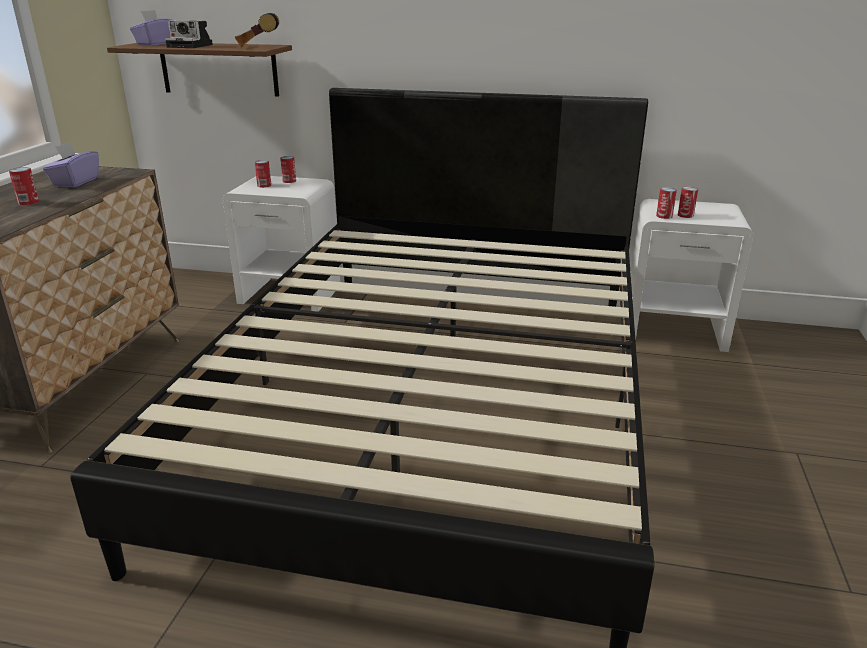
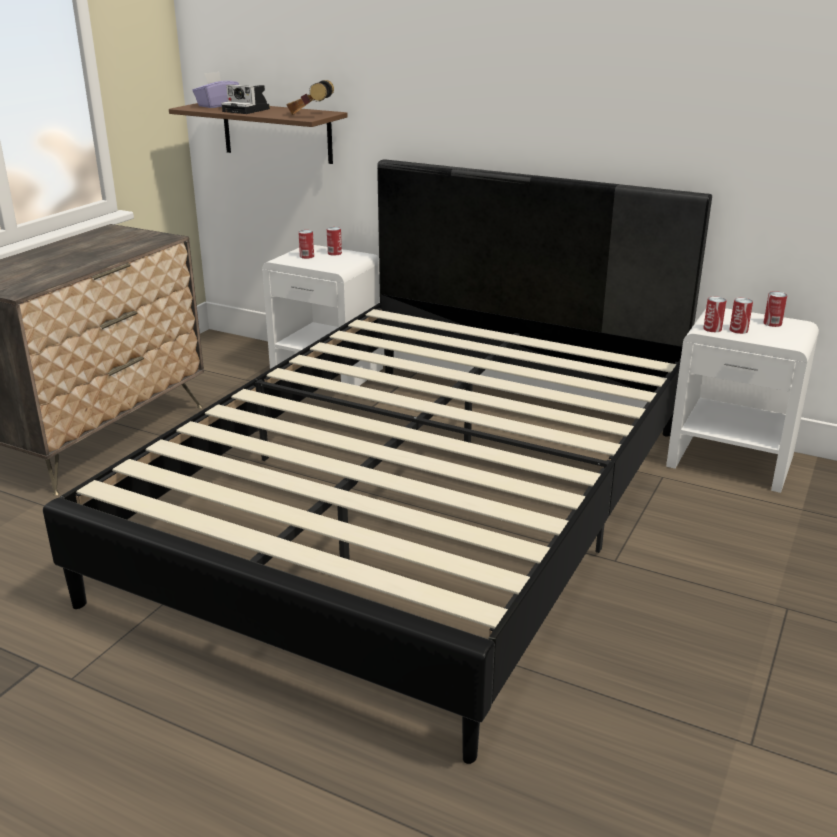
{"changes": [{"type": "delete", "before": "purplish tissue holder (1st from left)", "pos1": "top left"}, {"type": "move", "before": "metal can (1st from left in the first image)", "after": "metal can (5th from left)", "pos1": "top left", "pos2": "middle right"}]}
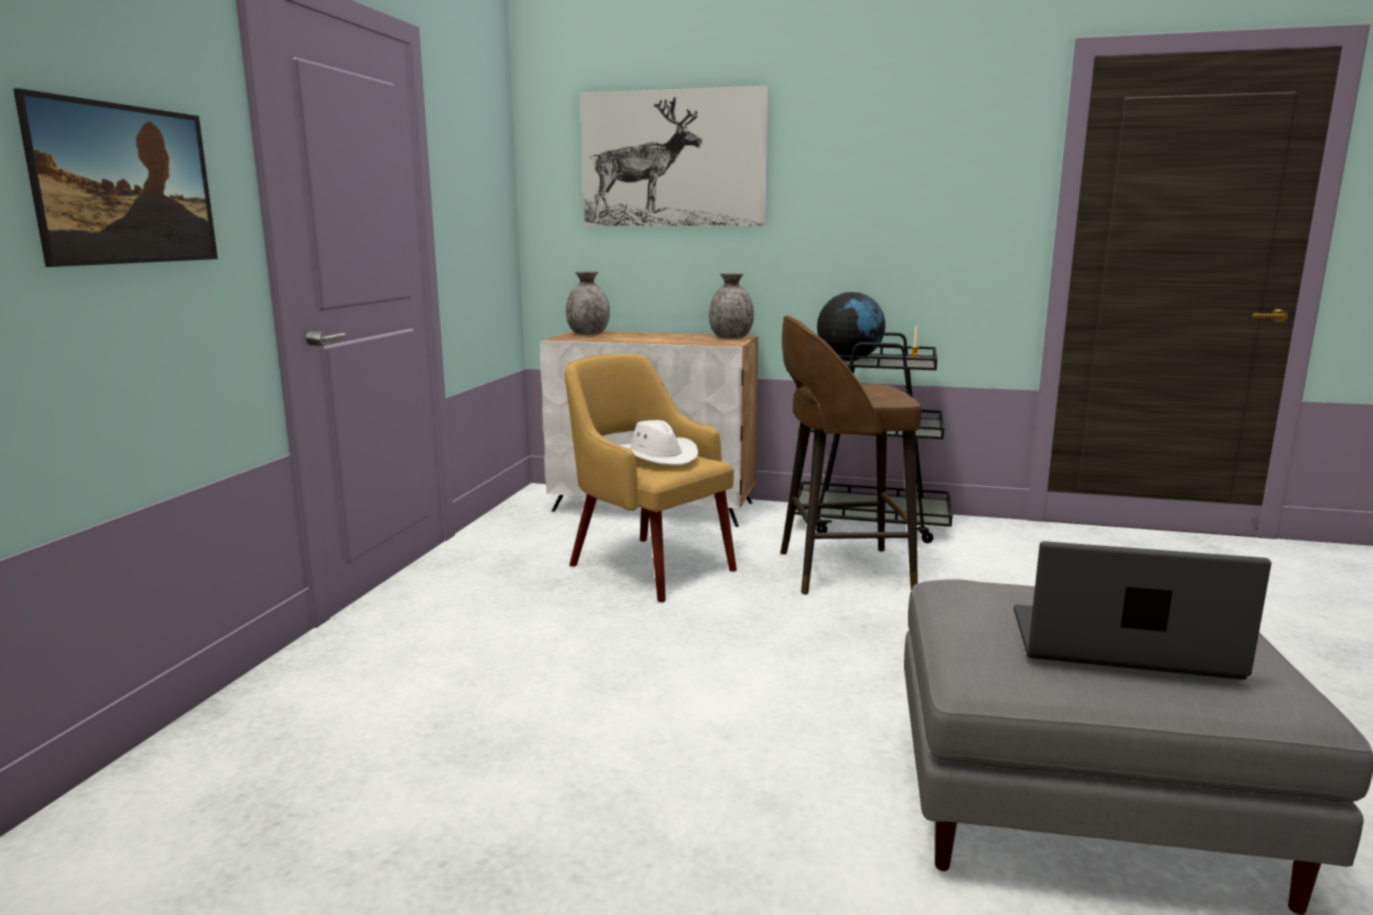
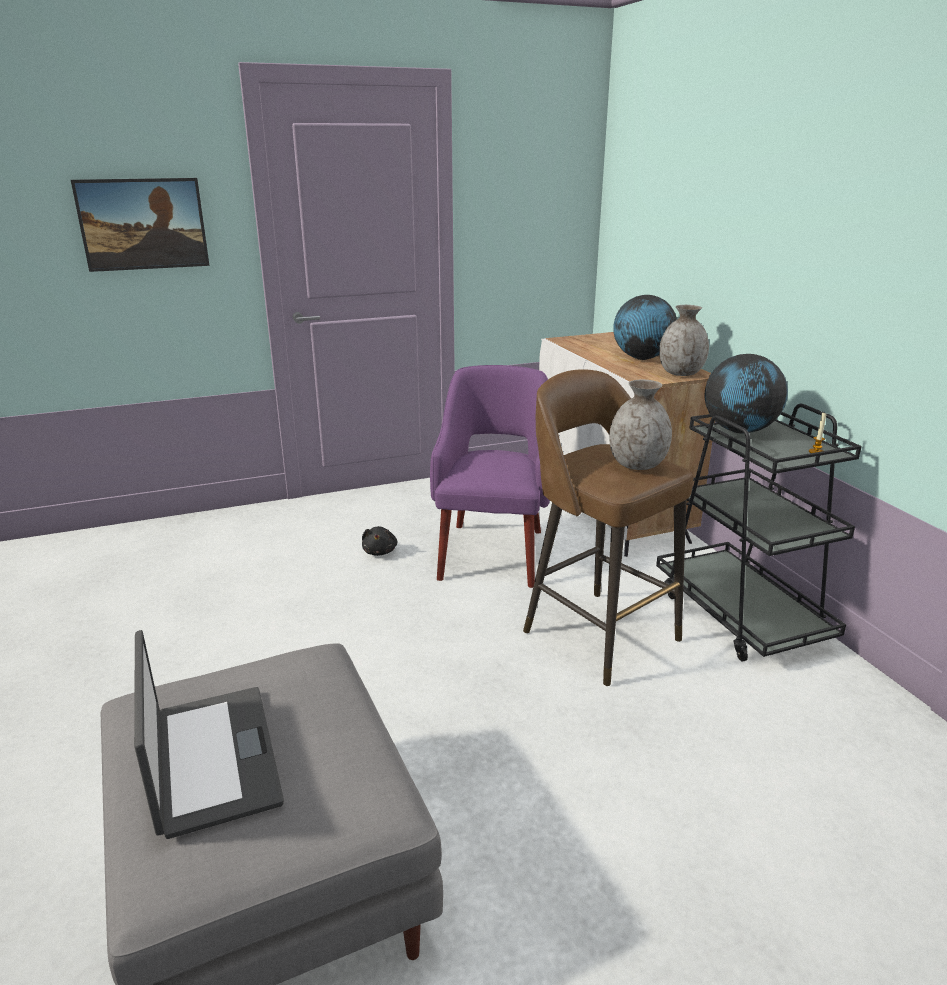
{"changes": [{"type": "delete", "before": "wall art (2nd from left)", "pos1": "top centre"}, {"type": "delete", "before": "white-coloured hat", "pos1": "centre"}, {"type": "insert", "after": "black-coloured cuddly toy", "pos2": "centre"}, {"type": "insert", "after": "world globe (1st from left)", "pos2": "top right"}, {"type": "move", "before": "grey decorative vase (1st from left)", "pos1": "top centre", "pos2": "middle right"}, {"type": "recolor", "before": "yellow-coloured armchair", "after": "purplish armchair", "pos1": "centre", "pos2": "centre"}]}
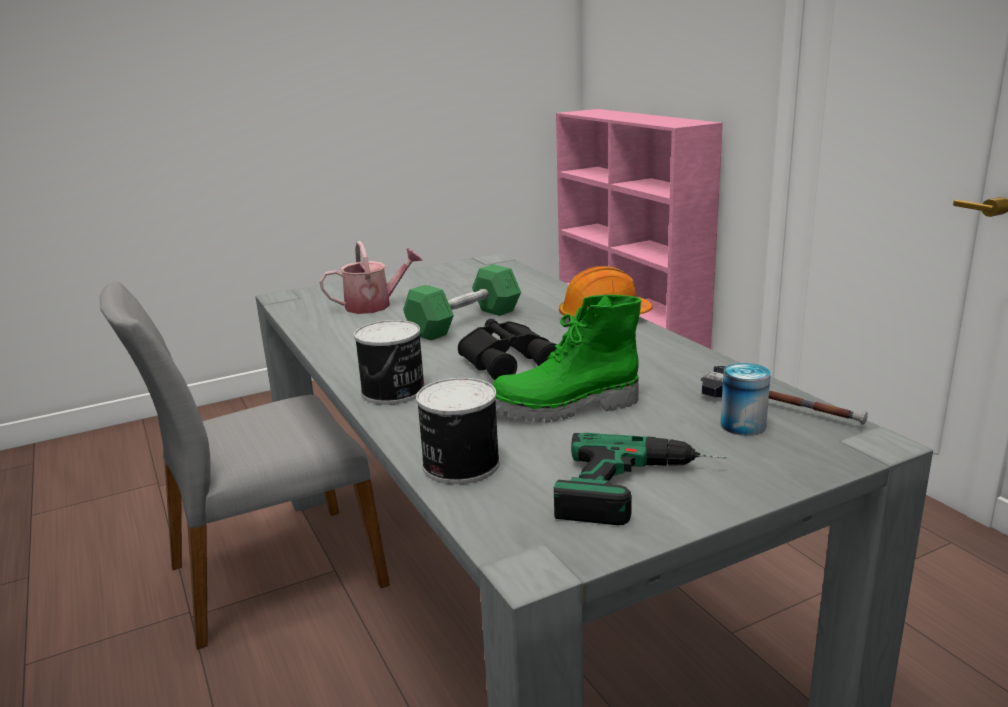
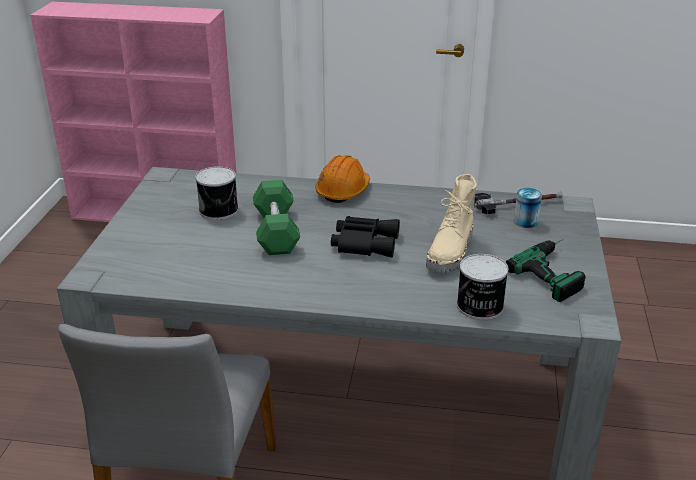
{"changes": [{"type": "delete", "before": "watering can", "pos1": "centre"}, {"type": "move", "before": "metal can (1st from left)", "pos1": "centre", "pos2": "middle left"}, {"type": "recolor", "before": "green tall boot", "after": "beige tall boot", "pos1": "centre", "pos2": "centre"}]}
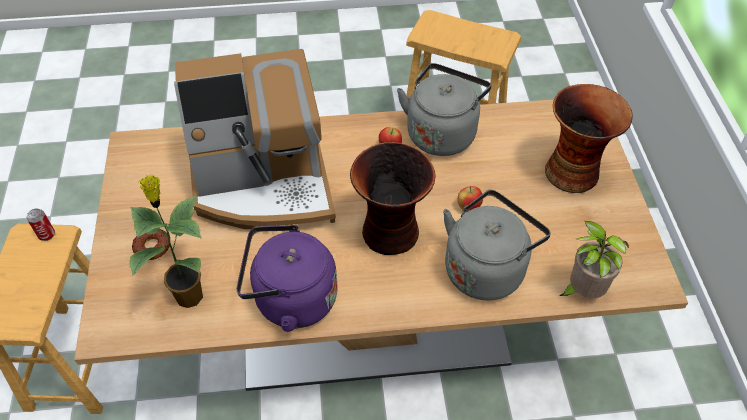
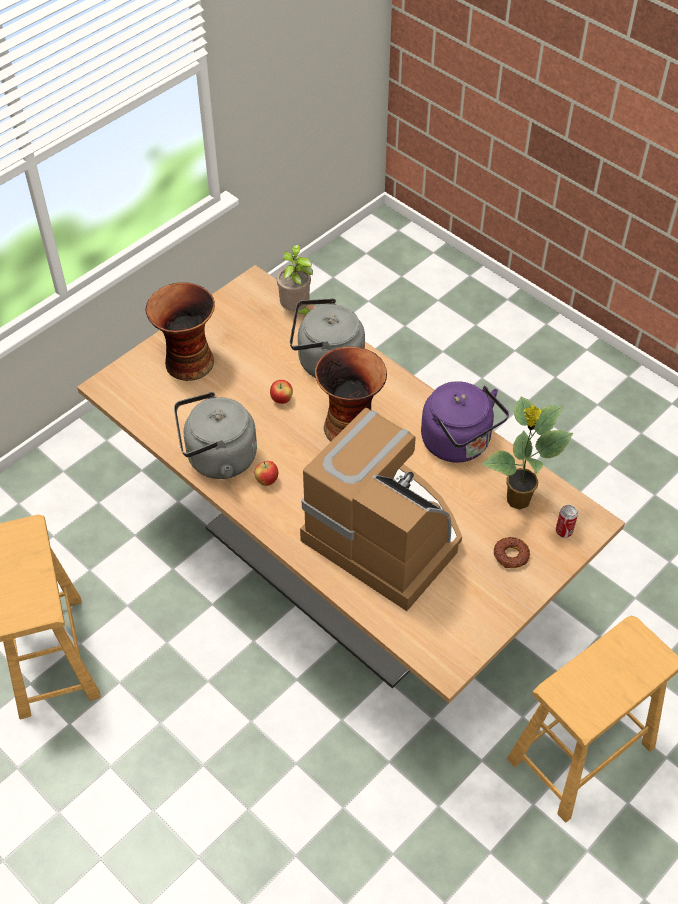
{"changes": [{"type": "move", "before": "metal can", "pos1": "middle left", "pos2": "middle right"}]}
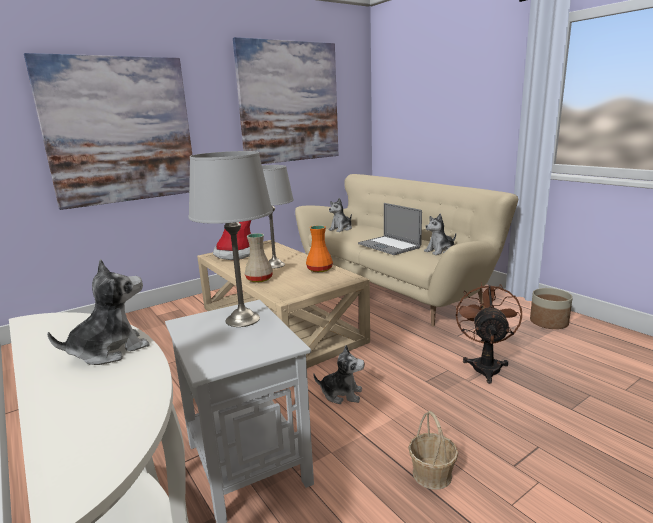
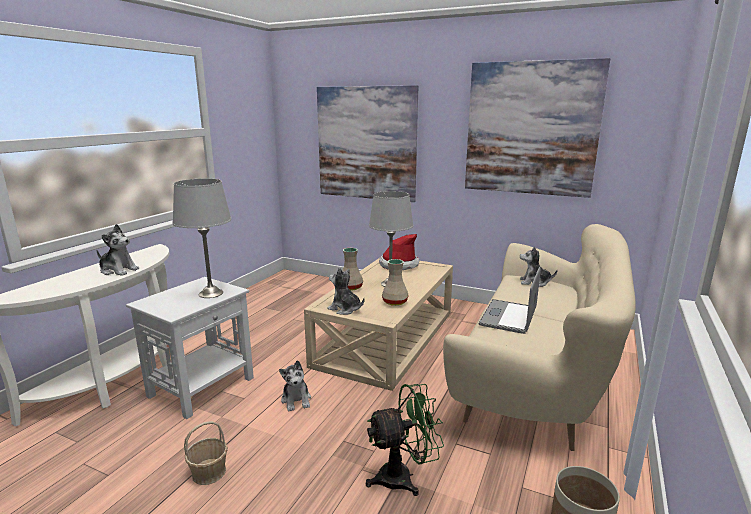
{"changes": [{"type": "move", "before": "cuddly toy (4th from left in the first image)", "after": "cuddly toy (3rd from left)", "pos1": "middle right", "pos2": "centre"}, {"type": "recolor", "before": "orange-coloured decorative vase", "after": "beige decorative vase (2nd from left)", "pos1": "centre", "pos2": "centre"}, {"type": "recolor", "before": "brown electric fan", "after": "green electric fan", "pos1": "middle right", "pos2": "bottom centre"}]}
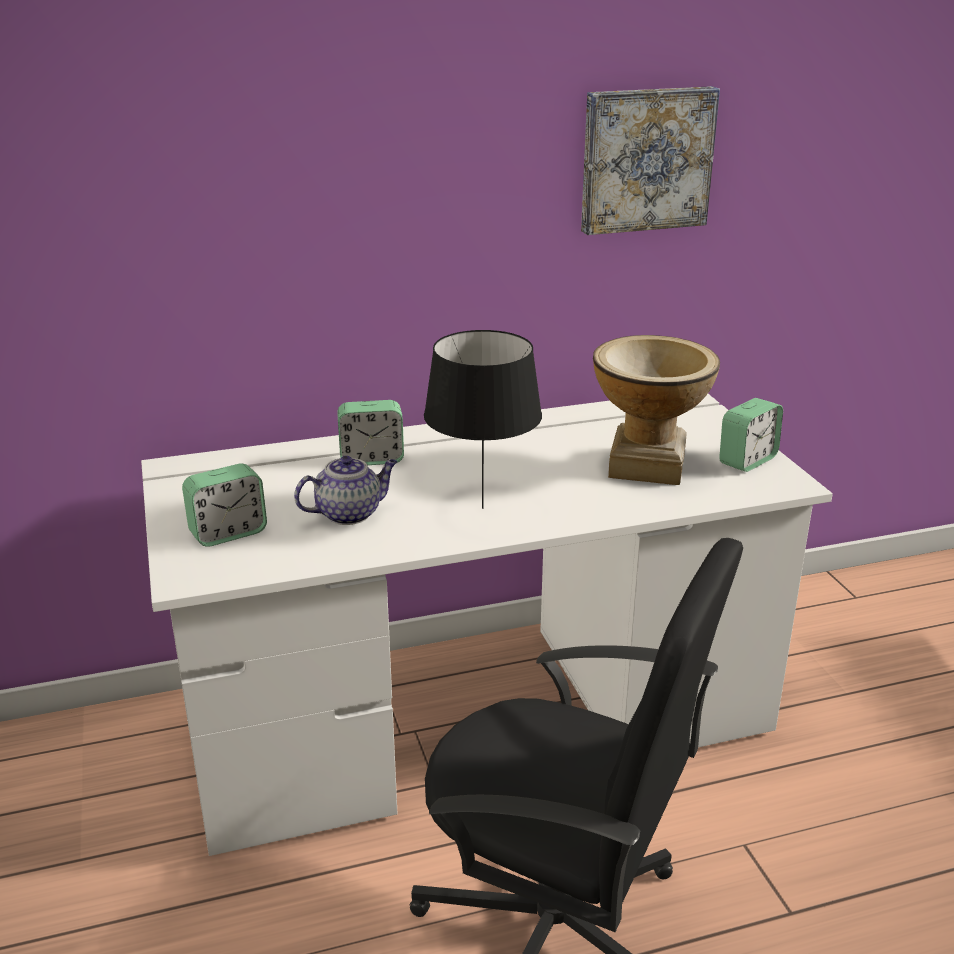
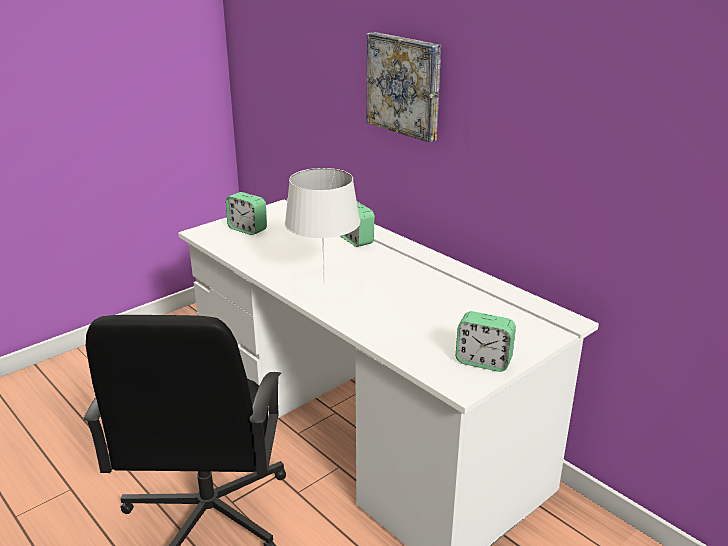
{"changes": [{"type": "delete", "before": "pot for tea", "pos1": "centre"}, {"type": "delete", "before": "decorative vase", "pos1": "middle right"}, {"type": "move", "before": "wall art", "pos1": "top right", "pos2": "top centre"}, {"type": "recolor", "before": "black-coloured tabletop lamp", "after": "white-coloured tabletop lamp", "pos1": "centre", "pos2": "centre"}]}
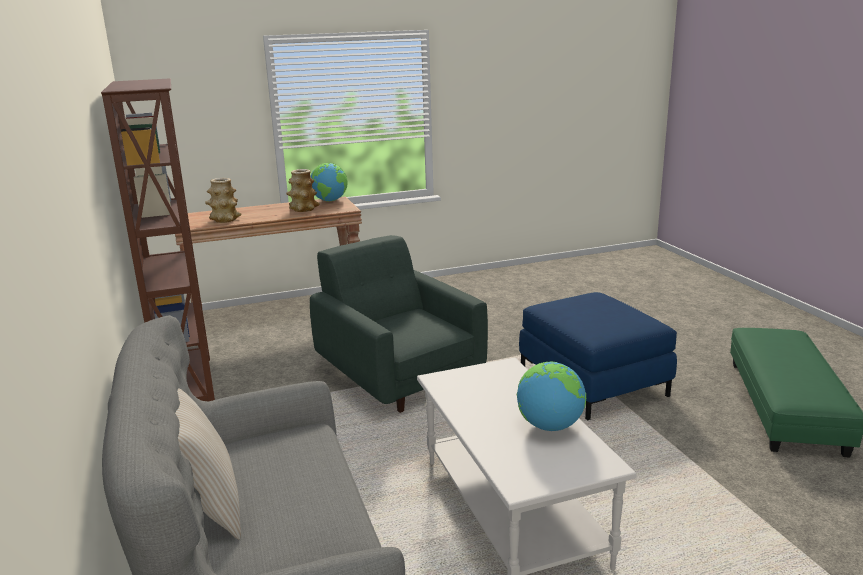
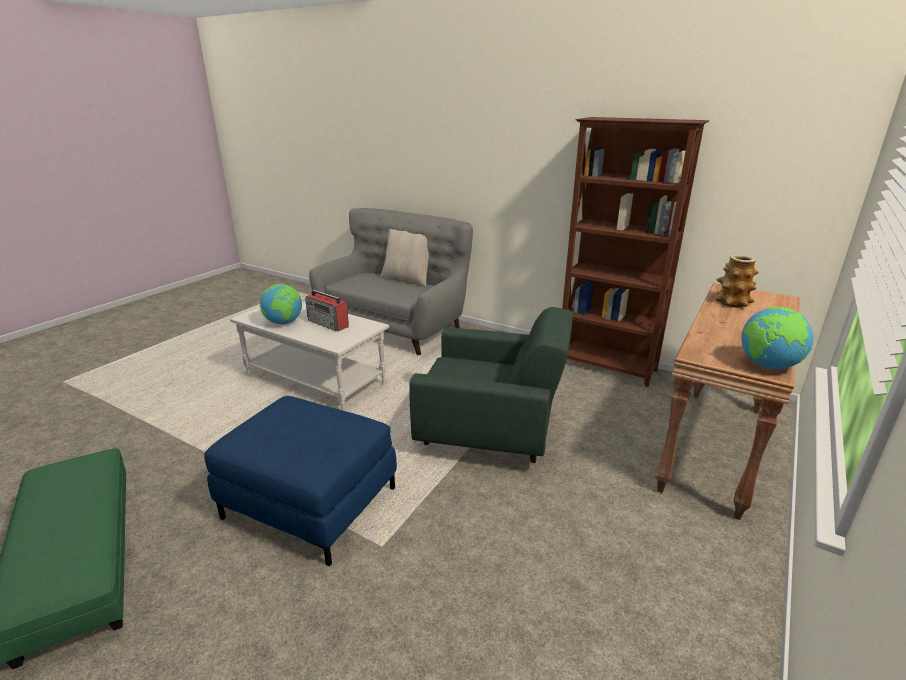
{"changes": [{"type": "delete", "before": "decorative vase (2nd from left)", "pos1": "top centre"}, {"type": "insert", "after": "radio", "pos2": "centre"}]}
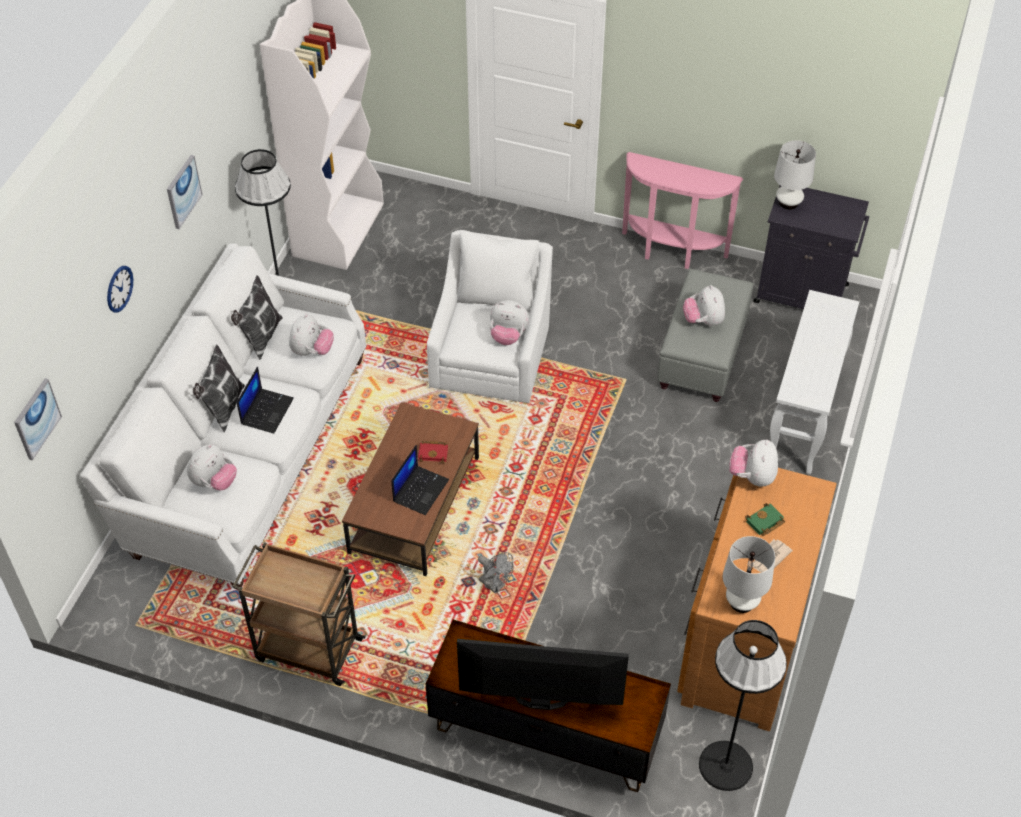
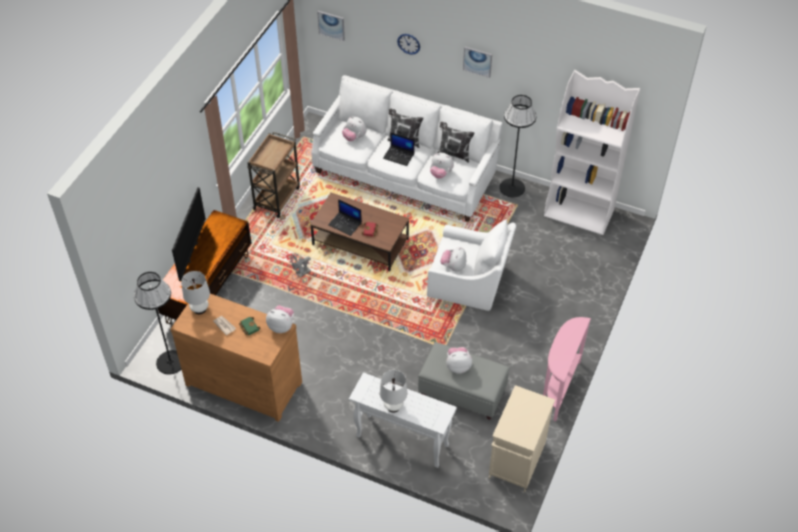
{"changes": [{"type": "move", "before": "white-coloured tabletop lamp (2nd from left)", "pos1": "top right", "pos2": "bottom centre"}, {"type": "recolor", "before": "black-coloured cupboard", "after": "beige cupboard", "pos1": "top right", "pos2": "bottom centre"}]}
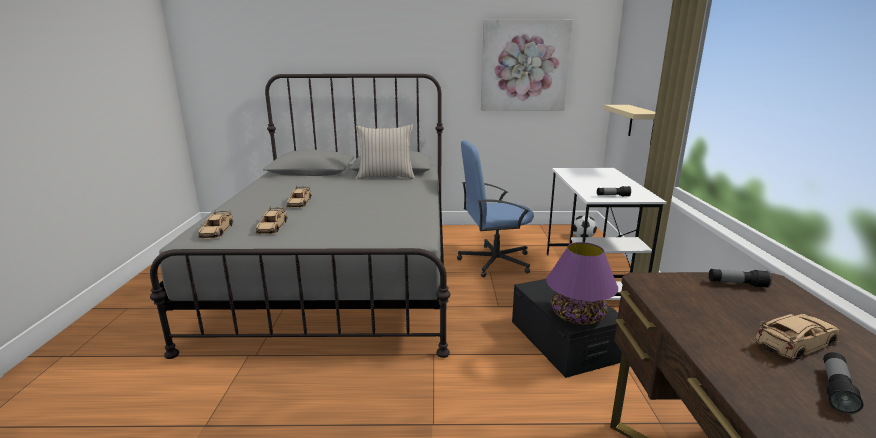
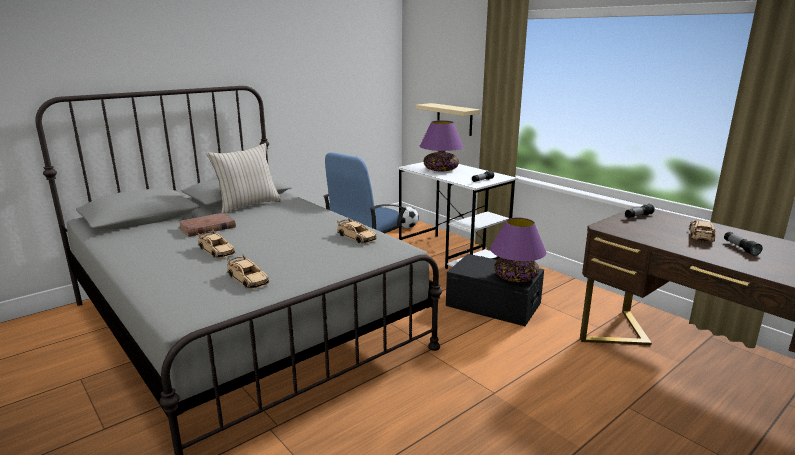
{"changes": [{"type": "delete", "before": "wall art", "pos1": "top centre"}, {"type": "insert", "after": "brown book", "pos2": "middle left"}, {"type": "insert", "after": "purplish tabletop lamp (1st from left)", "pos2": "top centre"}, {"type": "move", "before": "beige miniature car (1st from left in the first image)", "after": "beige miniature car (3rd from left)", "pos1": "middle left", "pos2": "centre"}]}
